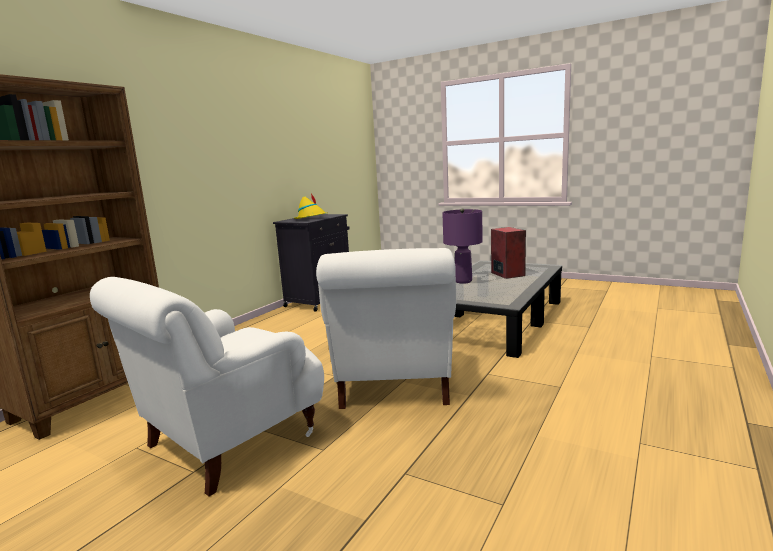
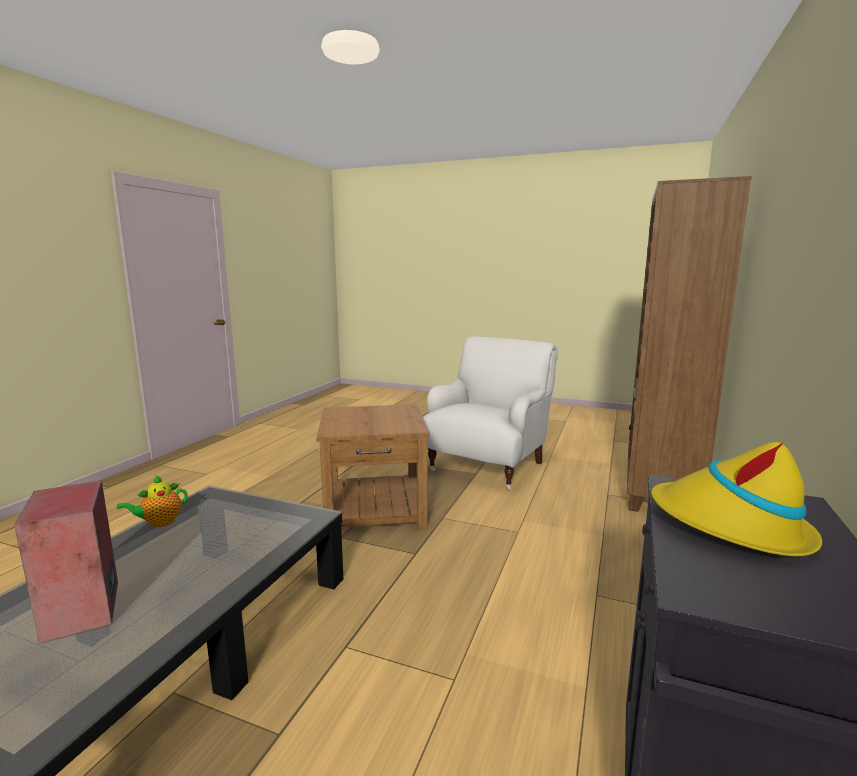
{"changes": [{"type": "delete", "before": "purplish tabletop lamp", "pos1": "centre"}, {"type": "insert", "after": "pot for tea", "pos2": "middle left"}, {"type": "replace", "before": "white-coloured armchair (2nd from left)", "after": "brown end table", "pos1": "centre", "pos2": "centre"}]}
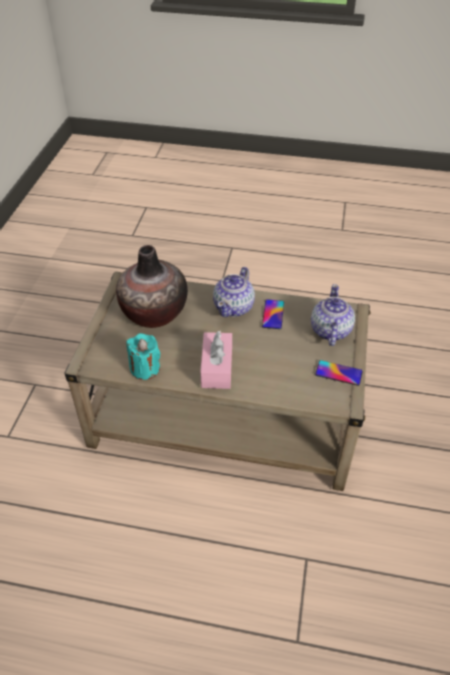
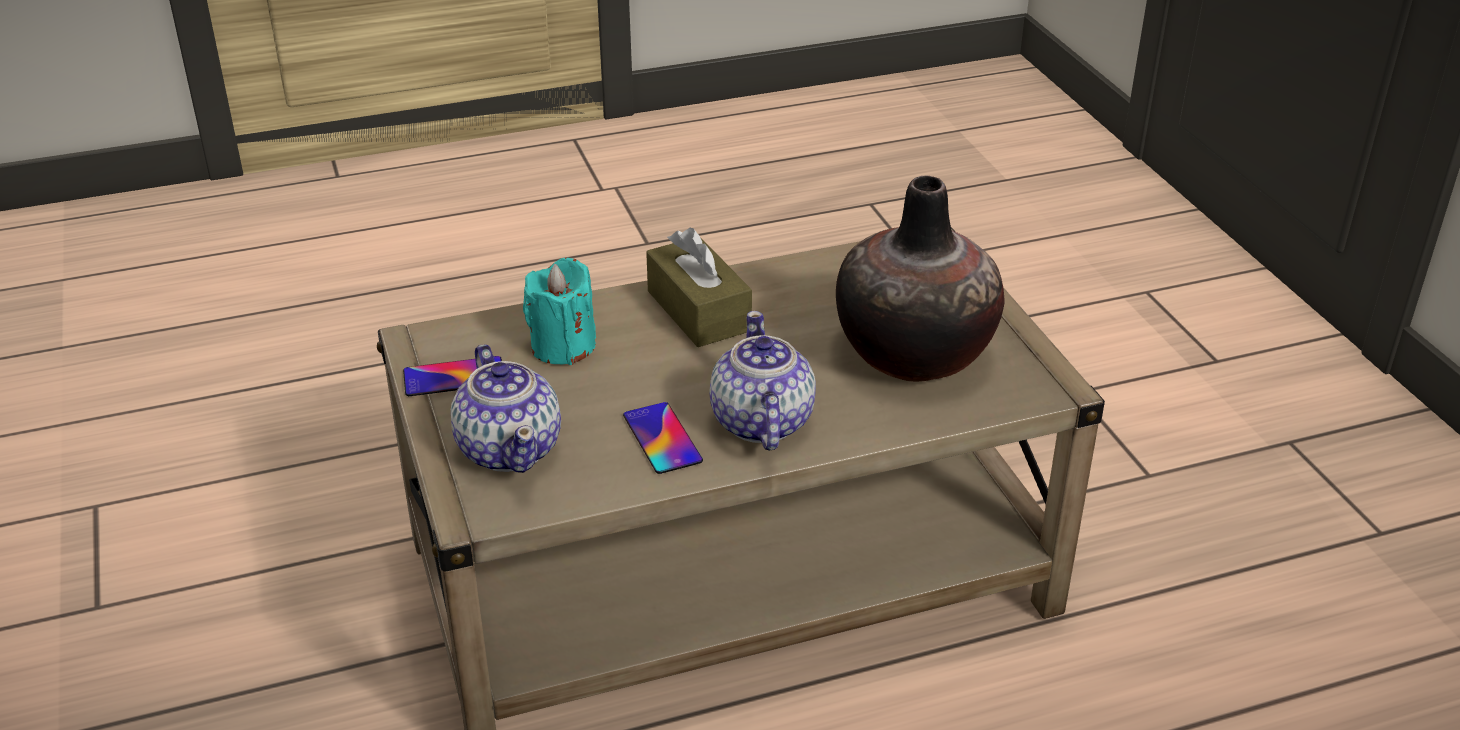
{"changes": [{"type": "move", "before": "blue-green candle", "pos1": "middle left", "pos2": "centre"}, {"type": "recolor", "before": "pink-coloured tissue holder", "after": "brown tissue holder", "pos1": "centre", "pos2": "centre"}]}
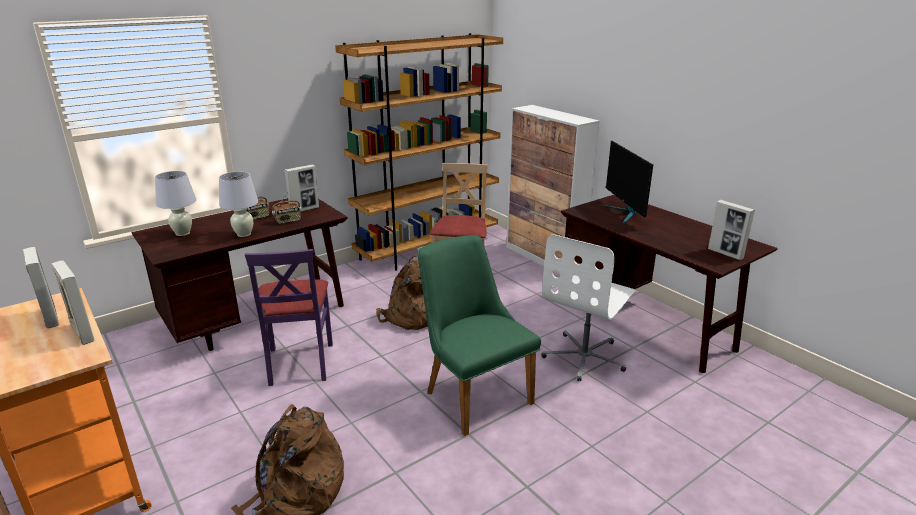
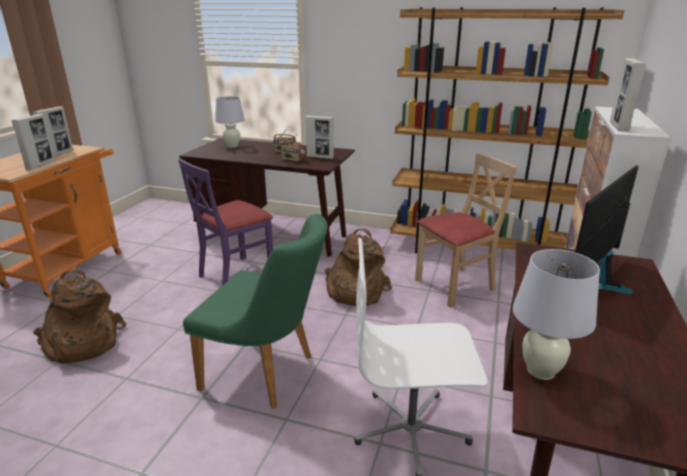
{"changes": [{"type": "move", "before": "white-coloured tabletop lamp (2nd from left)", "pos1": "middle left", "pos2": "middle right"}, {"type": "move", "before": "standing frame (4th from left)", "pos1": "middle right", "pos2": "top right"}, {"type": "rotate", "before": "green upright chair", "pos1": "centre", "pos2": "centre", "turn": 90}]}
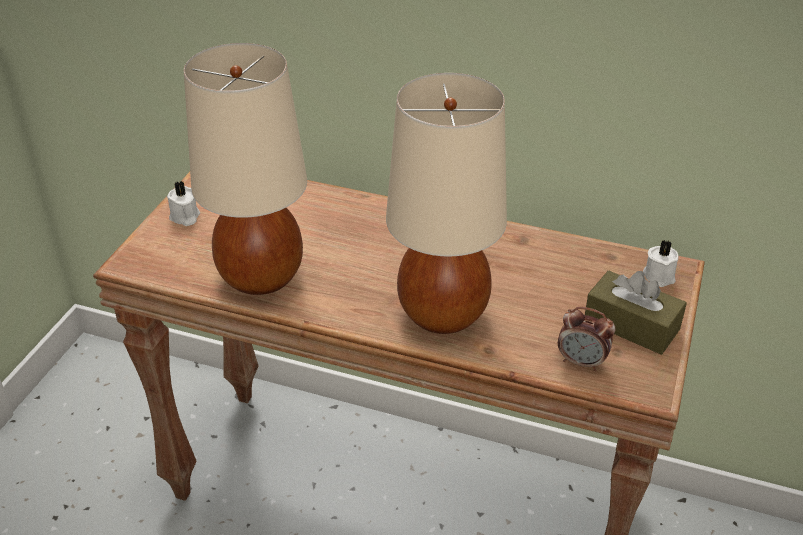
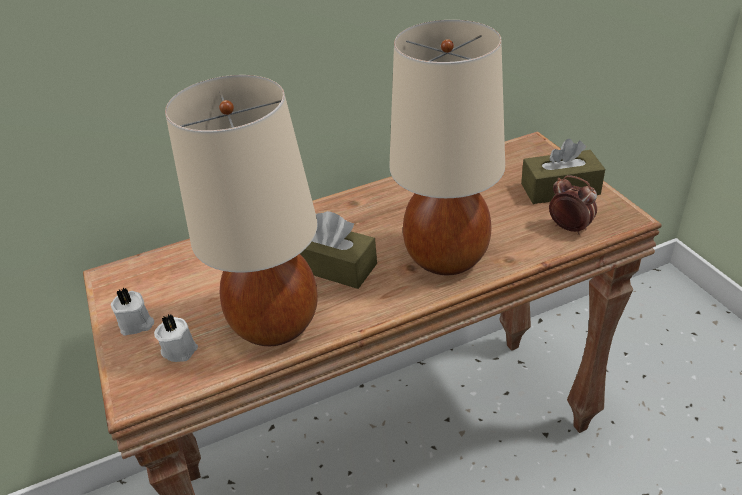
{"changes": [{"type": "insert", "after": "brown tissue holder (1st from left)", "pos2": "centre"}, {"type": "move", "before": "white-coloured candle (2nd from left)", "pos1": "middle right", "pos2": "bottom left"}, {"type": "rotate", "before": "alarm clock", "pos1": "middle right", "pos2": "middle right", "turn": -120}]}
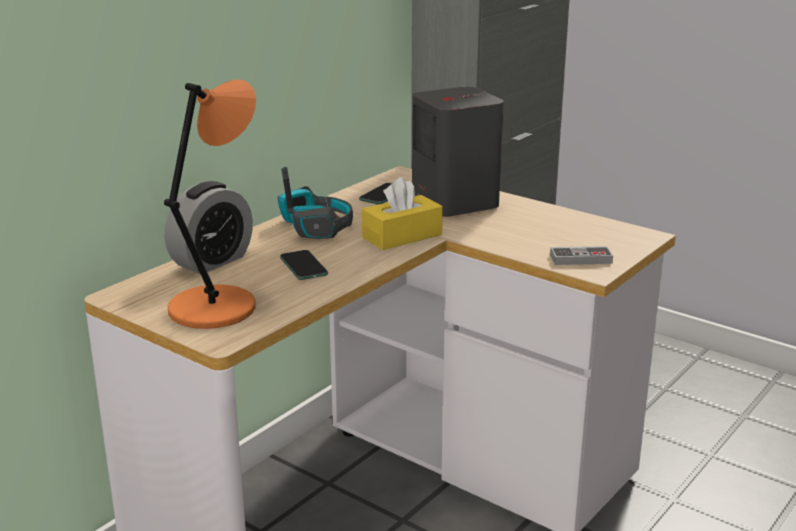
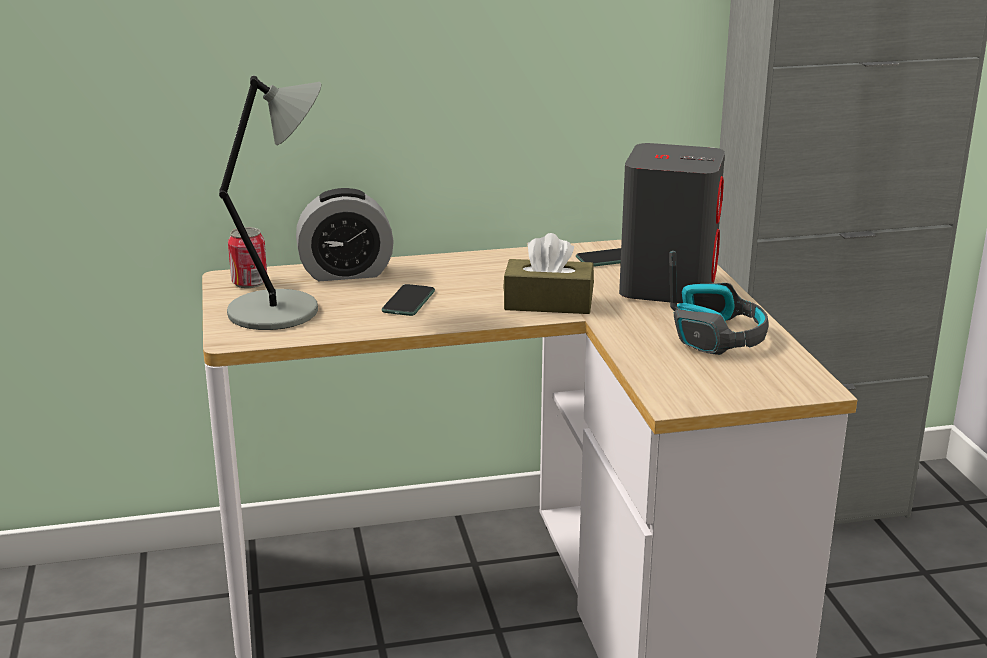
{"changes": [{"type": "delete", "before": "gamepad", "pos1": "middle right"}, {"type": "insert", "after": "metal can", "pos2": "middle left"}, {"type": "move", "before": "headset", "pos1": "centre", "pos2": "middle right"}, {"type": "recolor", "before": "orange-coloured tabletop lamp", "after": "grey tabletop lamp", "pos1": "middle left", "pos2": "top left"}, {"type": "recolor", "before": "yellow-coloured tissue holder", "after": "brown tissue holder", "pos1": "centre", "pos2": "centre"}]}
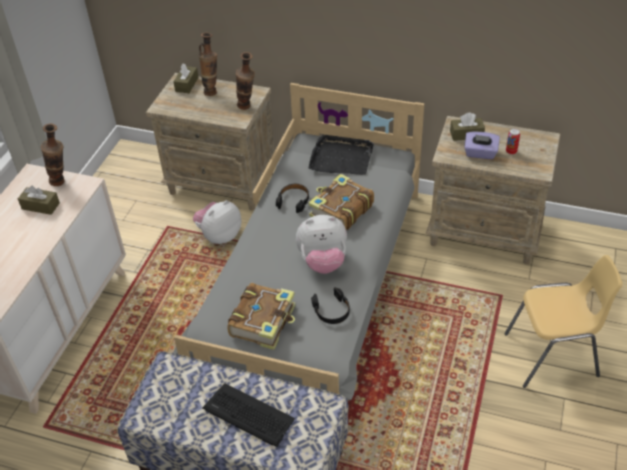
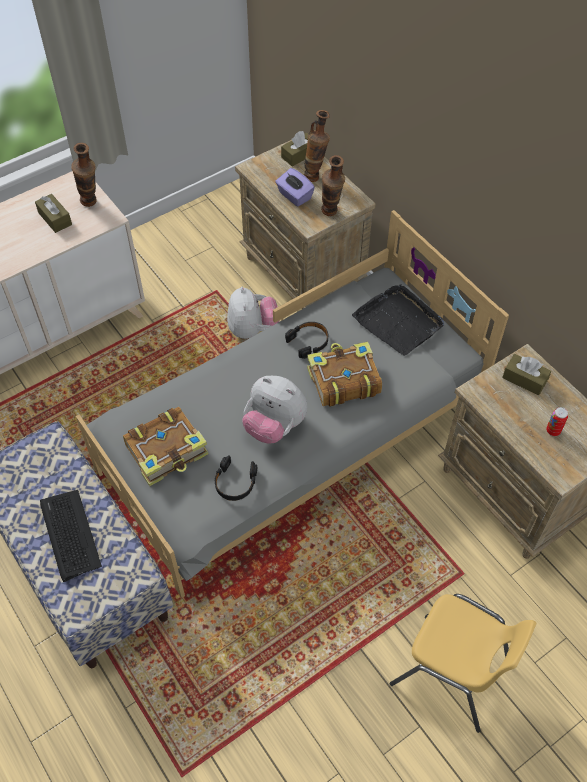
{"changes": [{"type": "move", "before": "purplish tissue holder", "pos1": "top right", "pos2": "top centre"}, {"type": "rotate", "before": "cuddly toy (1st from left)", "pos1": "centre", "pos2": "centre", "turn": 90}]}
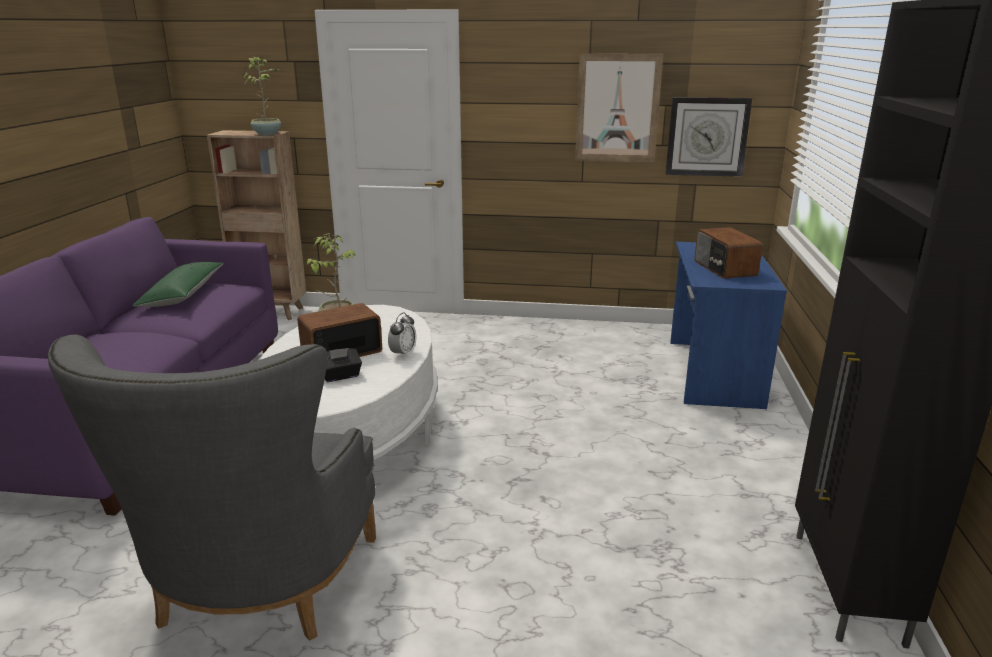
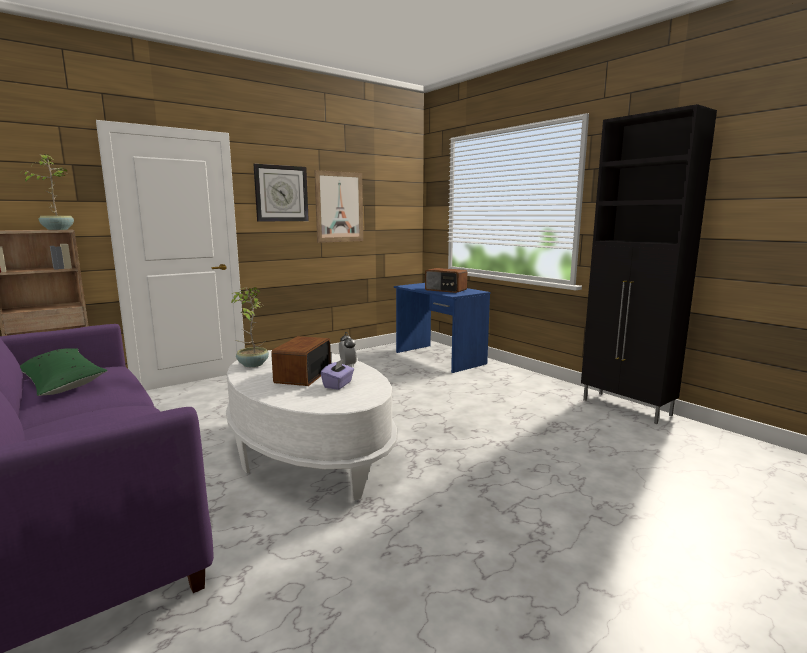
{"changes": [{"type": "delete", "before": "grey armchair", "pos1": "bottom left"}, {"type": "move", "before": "wall clock", "pos1": "top right", "pos2": "top centre"}, {"type": "recolor", "before": "black-coloured tissue holder", "after": "purplish tissue holder", "pos1": "centre", "pos2": "centre"}]}
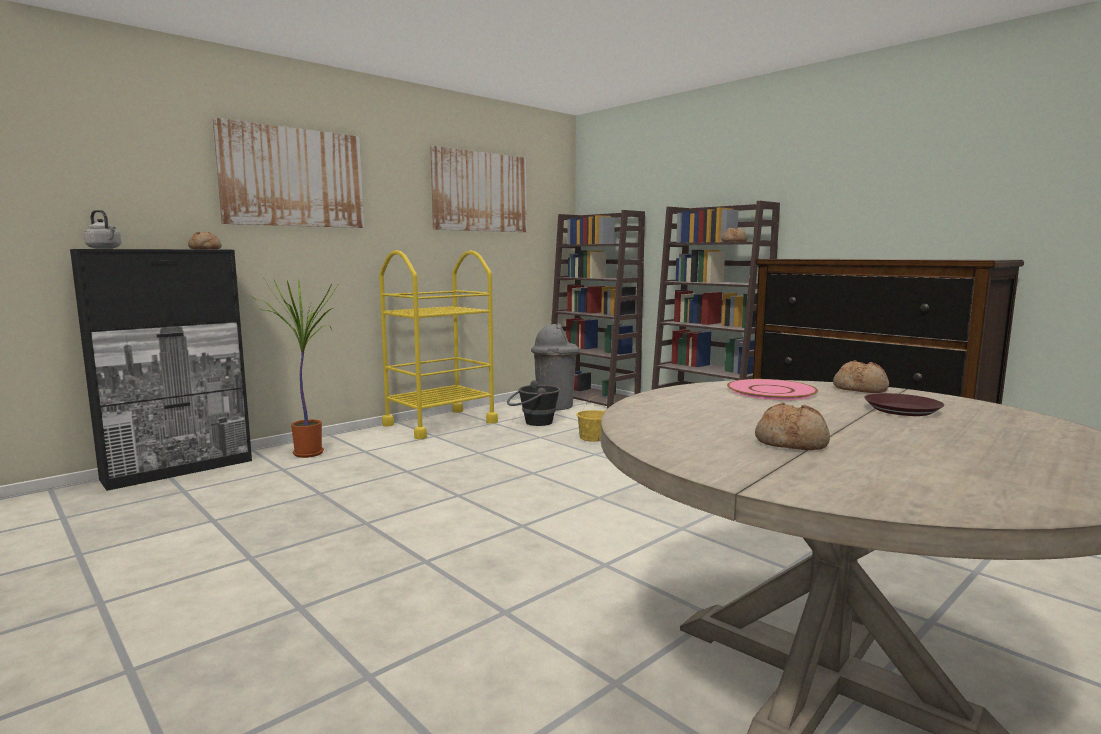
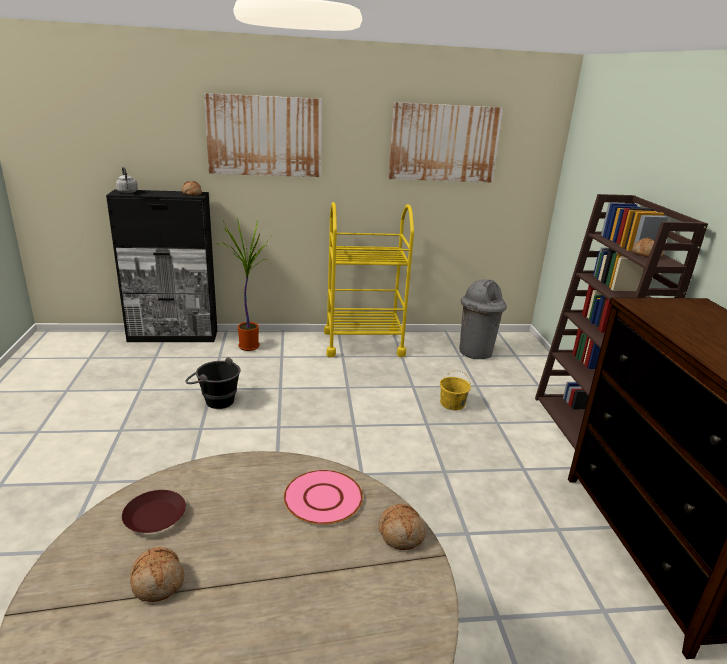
{"changes": [{"type": "delete", "before": "brown bookshelf (1st from left)", "pos1": "centre"}, {"type": "move", "before": "black-coloured water bucket", "pos1": "centre", "pos2": "middle left"}, {"type": "move", "before": "brown dinner plate", "pos1": "middle right", "pos2": "bottom left"}]}
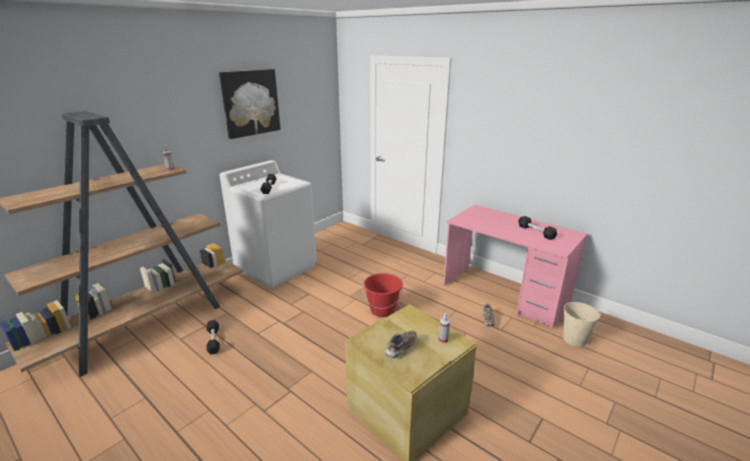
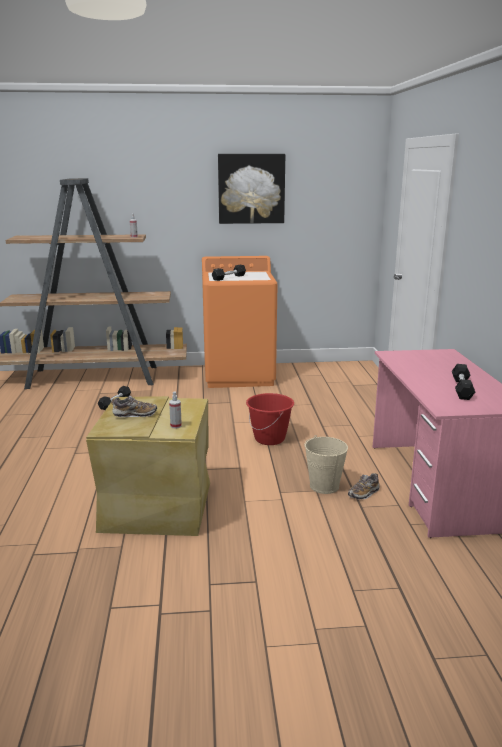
{"changes": [{"type": "move", "before": "beige water bucket", "pos1": "bottom right", "pos2": "centre"}, {"type": "recolor", "before": "white-coloured washing machine", "after": "orange-coloured washing machine", "pos1": "centre", "pos2": "centre"}]}
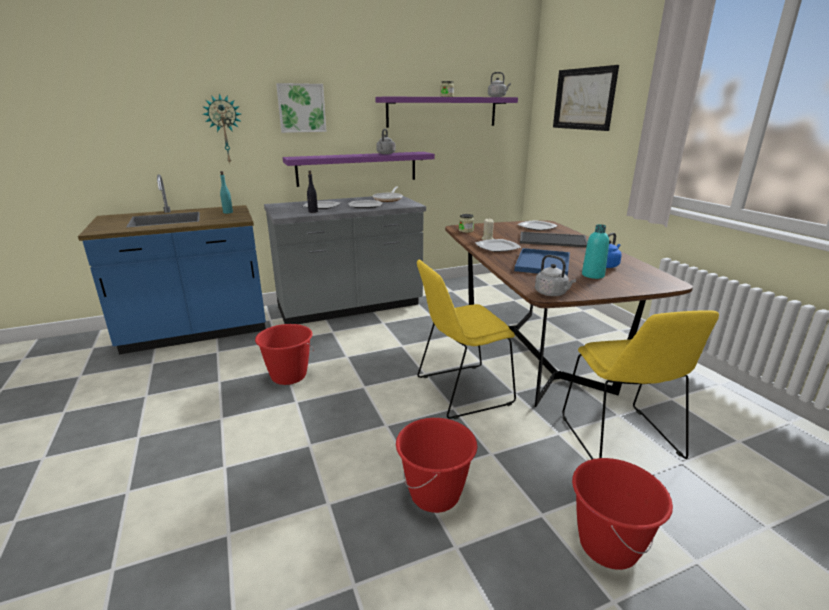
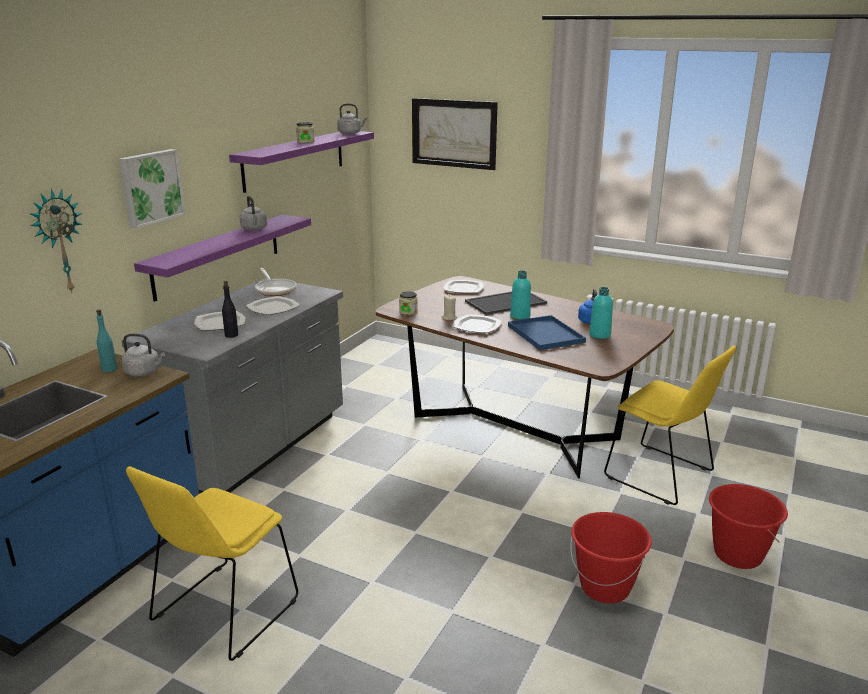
{"changes": [{"type": "delete", "before": "reddish water bucket (1st from left)", "pos1": "centre"}, {"type": "insert", "after": "blue-green beverage bottle (2nd from left)", "pos2": "centre"}, {"type": "move", "before": "yellow-coloured upright chair (1st from left)", "pos1": "centre", "pos2": "bottom left"}, {"type": "move", "before": "grey water kettle (3rd from left in the first image)", "after": "grey water kettle (1st from left)", "pos1": "middle right", "pos2": "middle left"}]}
